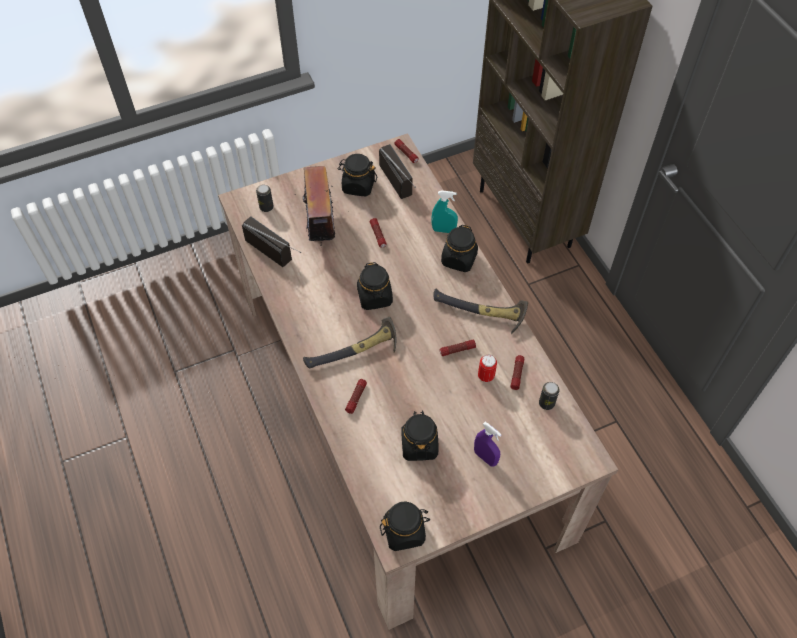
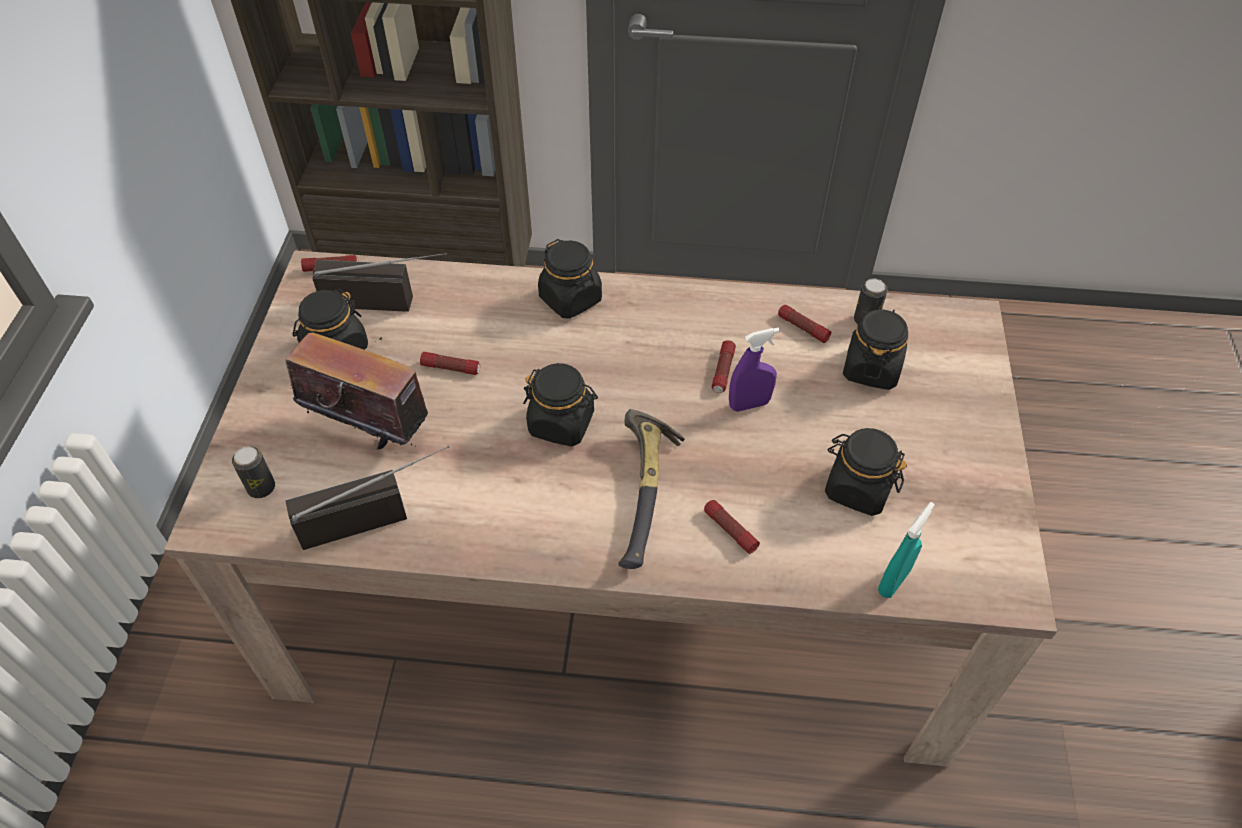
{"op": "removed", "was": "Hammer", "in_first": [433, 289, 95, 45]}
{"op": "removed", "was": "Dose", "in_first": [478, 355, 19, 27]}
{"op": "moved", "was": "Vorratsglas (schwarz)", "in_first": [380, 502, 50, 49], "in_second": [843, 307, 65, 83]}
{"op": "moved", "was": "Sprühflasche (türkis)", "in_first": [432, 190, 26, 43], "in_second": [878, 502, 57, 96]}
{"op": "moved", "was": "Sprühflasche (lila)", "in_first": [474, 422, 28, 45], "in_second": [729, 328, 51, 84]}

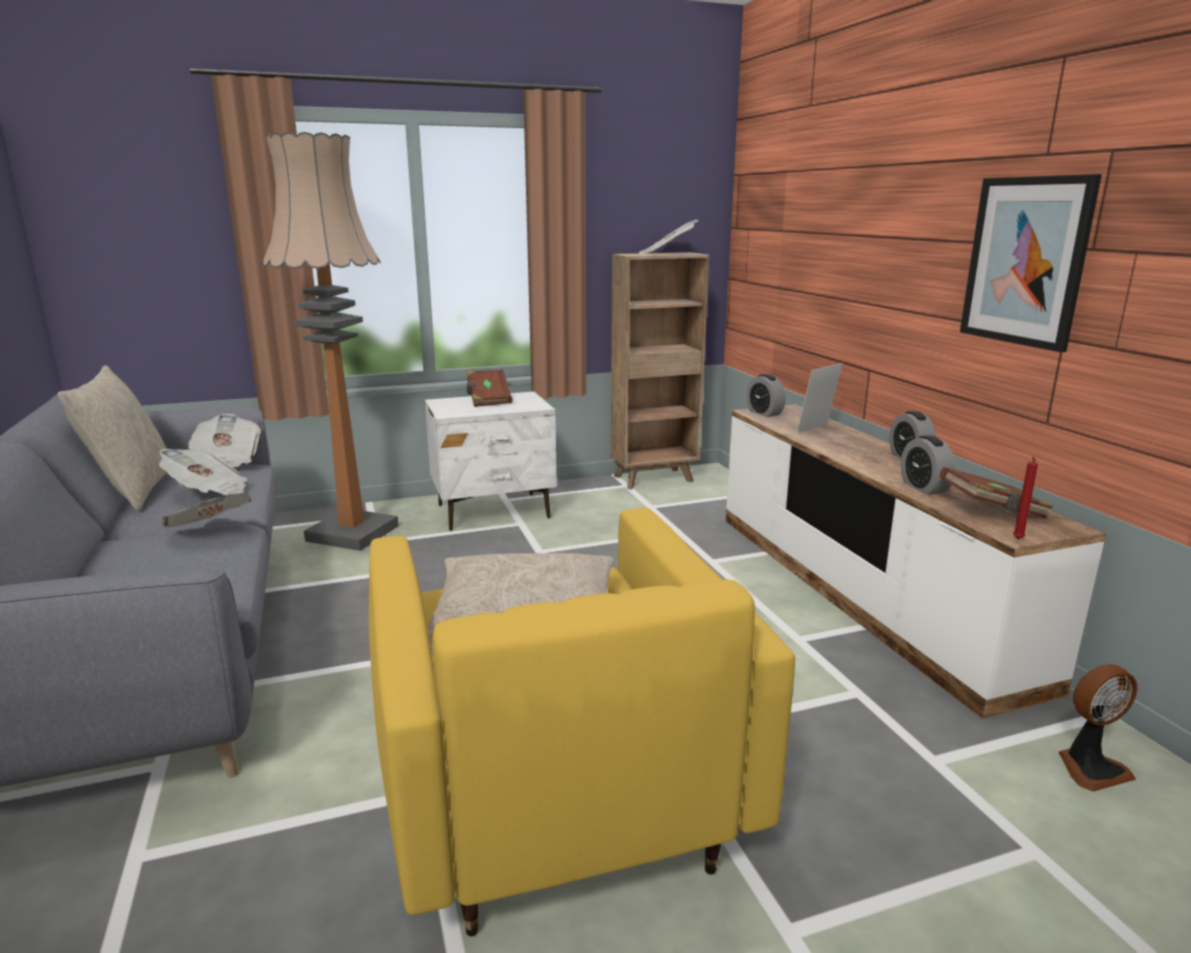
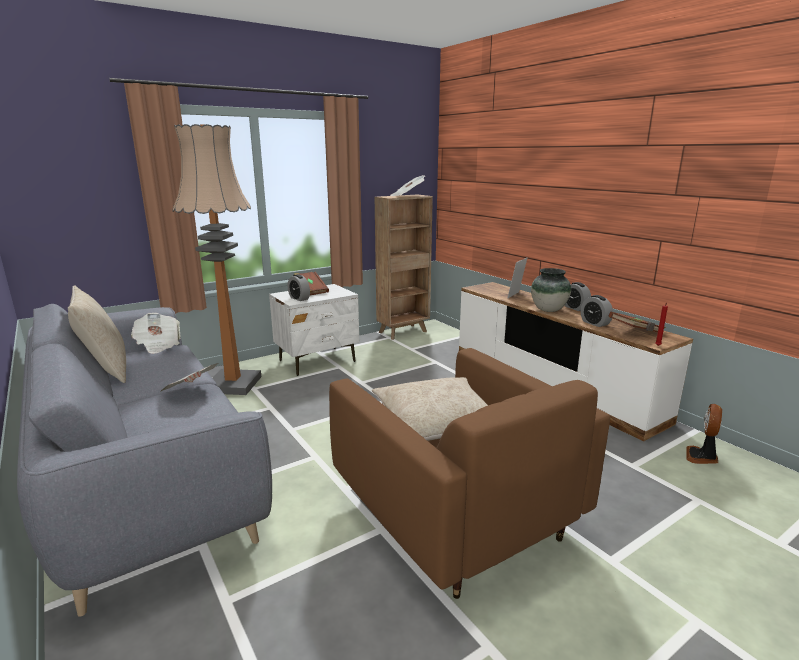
{"op": "removed", "was": "Zeitung", "in_first": [159, 449, 88, 46]}
{"op": "removed", "was": "Bild", "in_first": [960, 174, 142, 178]}
{"op": "added", "now": "Vase", "in_second": [531, 268, 40, 44]}
{"op": "moved", "was": "Wecker", "in_first": [746, 374, 40, 43], "in_second": [288, 274, 22, 27]}
{"op": "recoloured", "was": "Sessel (gelb)", "now": "Sessel (braun)", "in_first": [369, 508, 426, 428], "in_second": [329, 348, 281, 251]}
{"op": "turned", "was": "Ventilator", "in_first": [1058, 664, 79, 128], "in_second": [686, 404, 36, 60], "clockwise": 150}

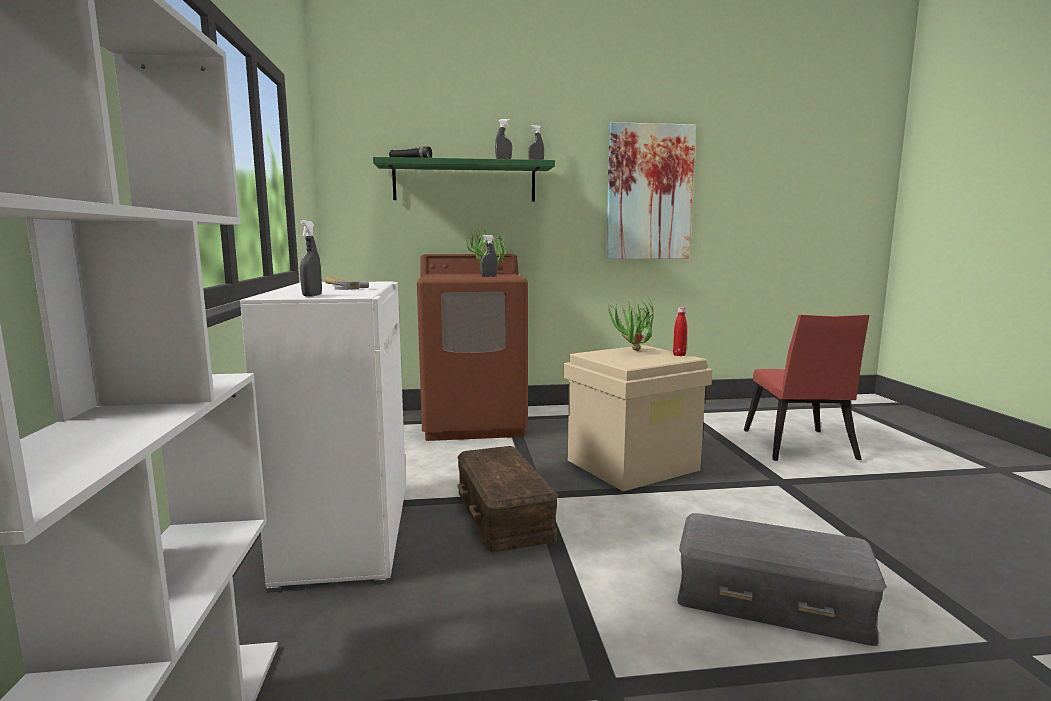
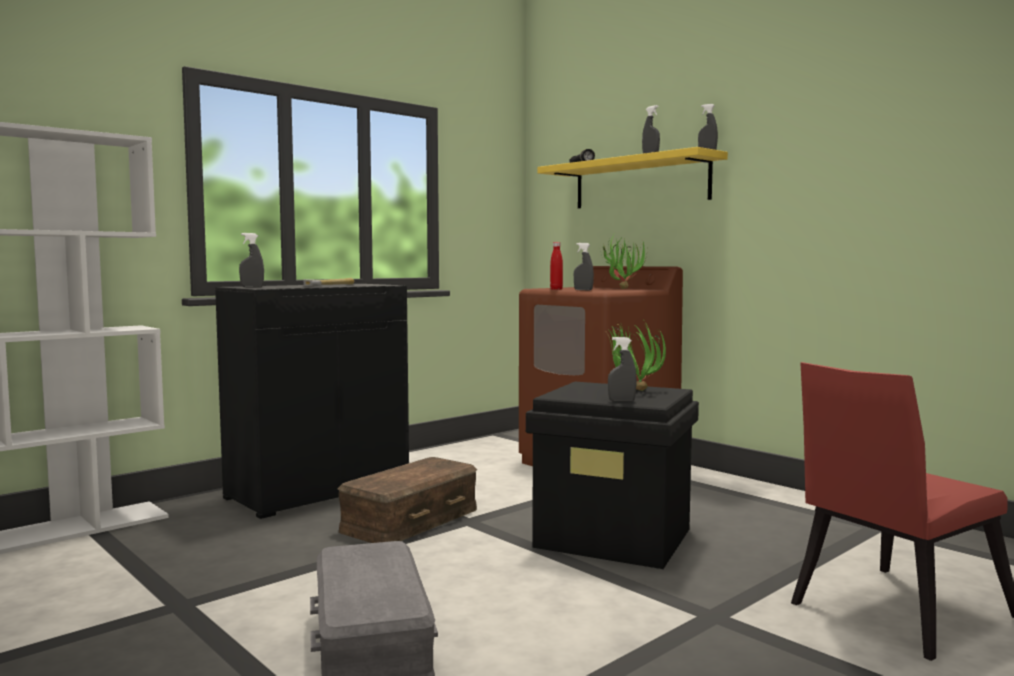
{"op": "removed", "was": "Bild", "in_first": [606, 122, 90, 137]}
{"op": "added", "now": "Sprühflasche (grau)", "in_second": [608, 337, 29, 65]}
{"op": "moved", "was": "Flasche (rot)", "in_first": [673, 307, 14, 49], "in_second": [550, 242, 13, 48]}
{"op": "recoloured", "was": "Schrank (weiß)", "now": "Schrank (schwarz)", "in_first": [240, 281, 166, 312], "in_second": [215, 284, 194, 235]}
{"op": "recoloured", "was": "Wandregal (grün)", "now": "Wandregal (gelb)", "in_first": [373, 157, 182, 44], "in_second": [537, 147, 191, 61]}
{"op": "recoloured", "was": "Aufbewahrungsbox (beige)", "now": "Aufbewahrungsbox (schwarz)", "in_first": [563, 345, 149, 146], "in_second": [526, 382, 173, 187]}

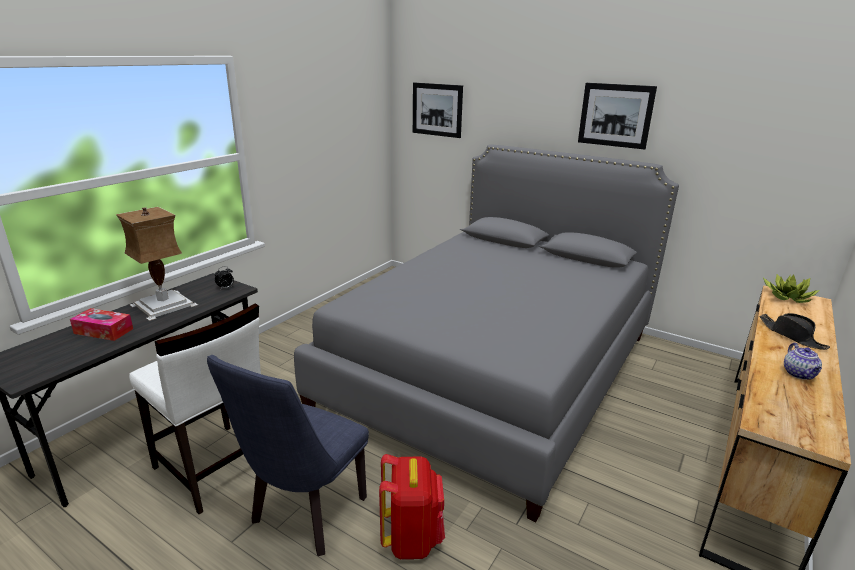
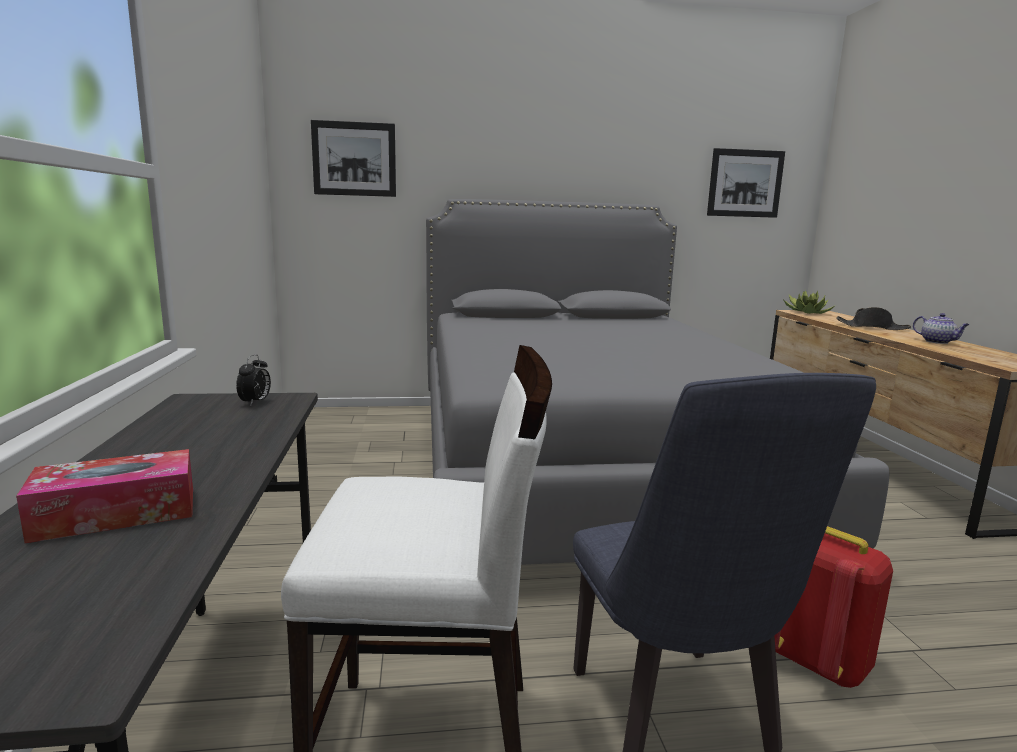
{"op": "removed", "was": "Tischlampe", "in_first": [116, 207, 82, 114]}
{"op": "moved", "was": "Bild", "in_first": [578, 83, 79, 66], "in_second": [707, 148, 78, 70]}

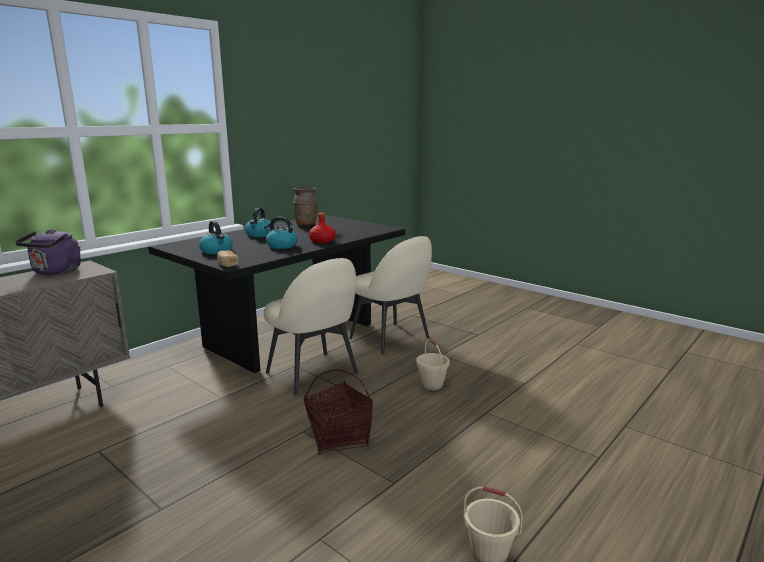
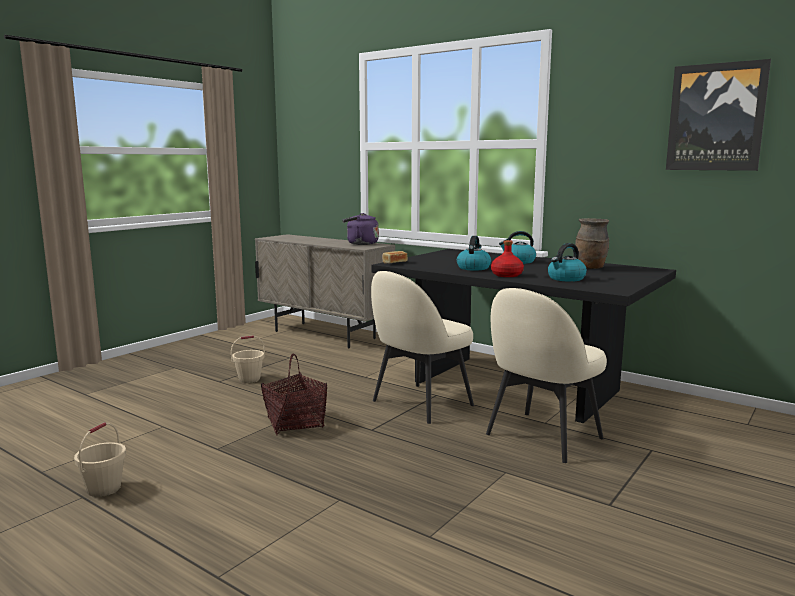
{"op": "added", "now": "Bild", "in_second": [666, 59, 105, 112]}
{"op": "moved", "was": "Wasserkessel", "in_first": [199, 221, 34, 33], "in_second": [548, 243, 39, 39]}
{"op": "moved", "was": "Eimer (beige)", "in_first": [416, 339, 34, 51], "in_second": [231, 335, 34, 48]}

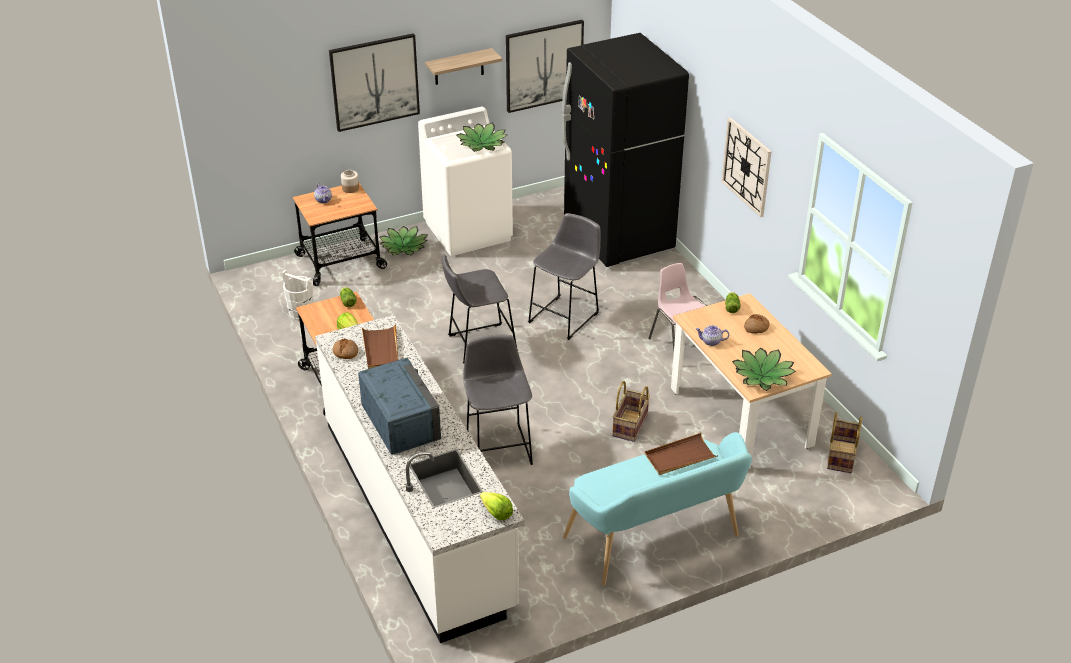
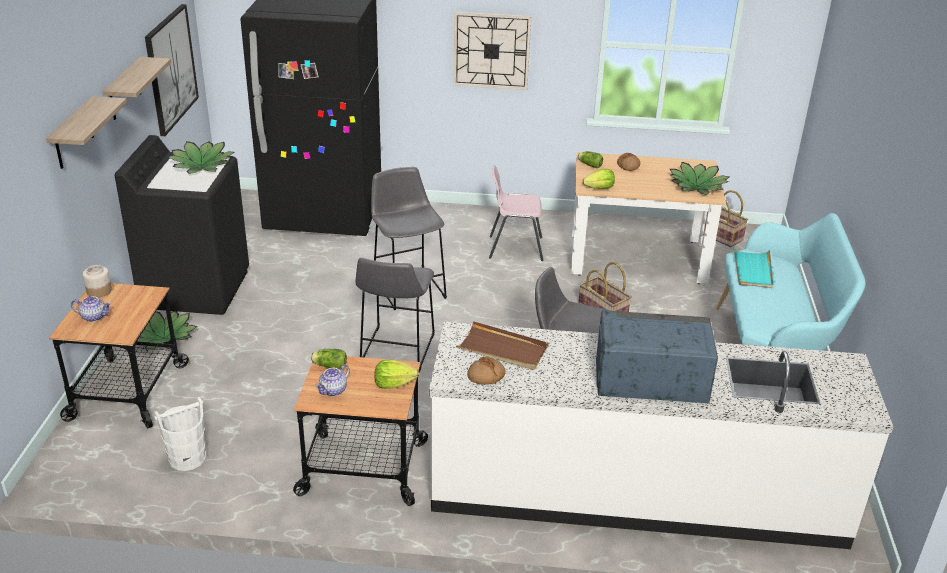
{"op": "moved", "was": "Salatkopf", "in_first": [480, 492, 33, 28], "in_second": [582, 169, 33, 20]}
{"op": "moved", "was": "Teekanne", "in_first": [696, 325, 33, 21], "in_second": [315, 364, 35, 32]}
{"op": "replaced", "was": "Bild", "now": "Wandregal", "in_first": [329, 33, 91, 99], "in_second": [46, 96, 81, 73]}
{"op": "recoloured", "was": "Waschmaschine (weiß)", "now": "Waschmaschine (schwarz)", "in_first": [418, 107, 95, 149], "in_second": [115, 135, 134, 180]}
{"op": "recoloured", "was": "Tablett (braun)", "now": "Tablett (türkis)", "in_first": [644, 433, 74, 42], "in_second": [733, 246, 40, 42]}

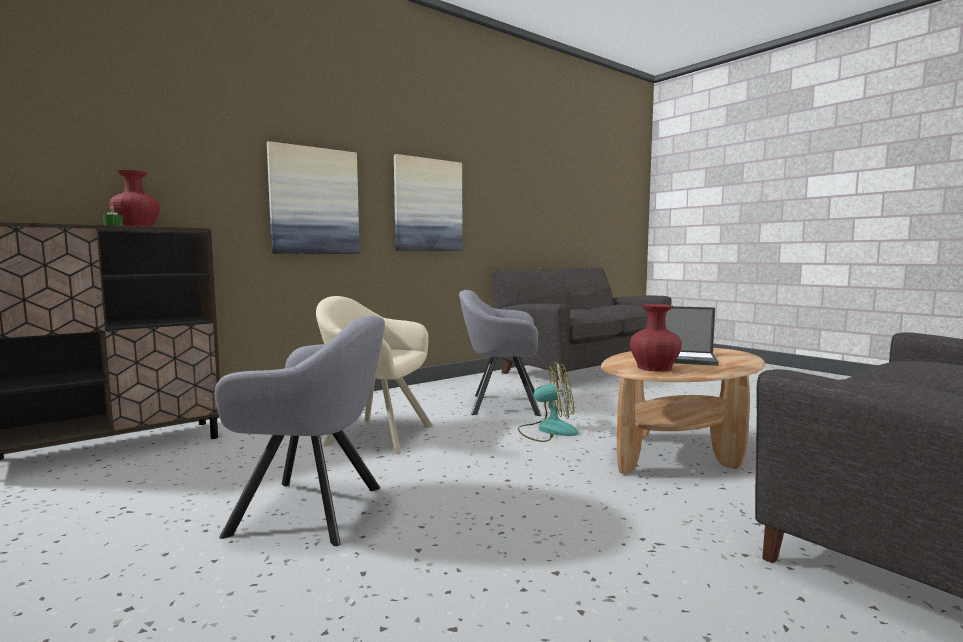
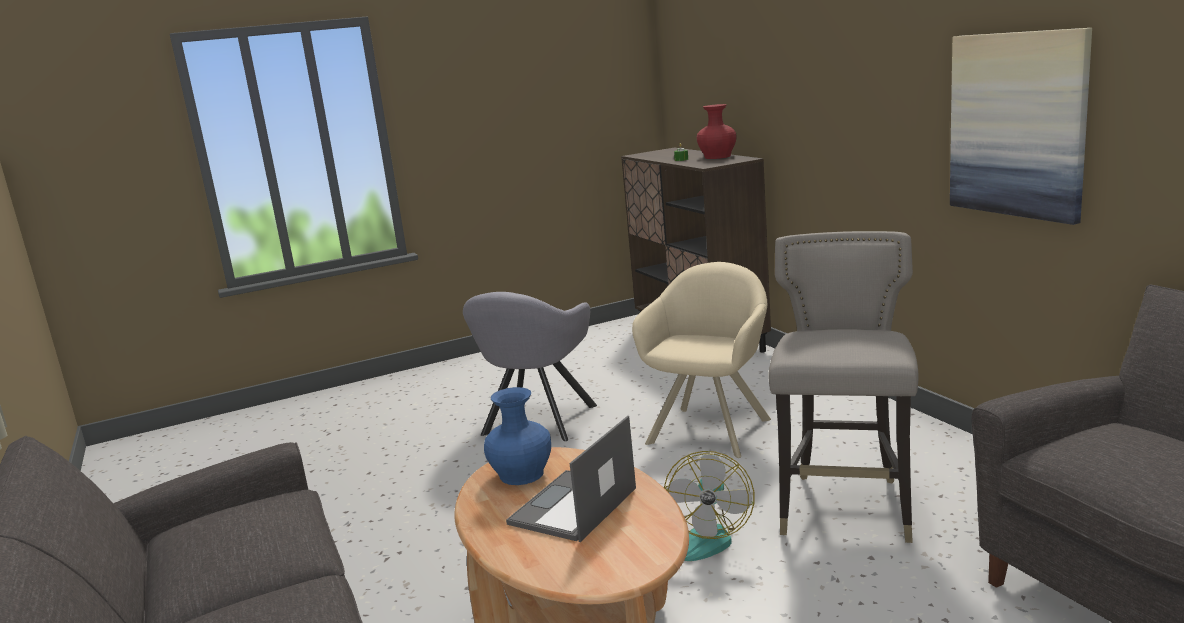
{"op": "removed", "was": "Bild", "in_first": [267, 141, 93, 113]}
{"op": "replaced", "was": "Sessel (grau)", "now": "Hocker (grau)", "in_first": [459, 290, 83, 126], "in_second": [769, 231, 150, 312]}
{"op": "recoloured", "was": "Vase (rot)", "now": "Vase (blau)", "in_first": [630, 304, 52, 68], "in_second": [484, 387, 67, 98]}

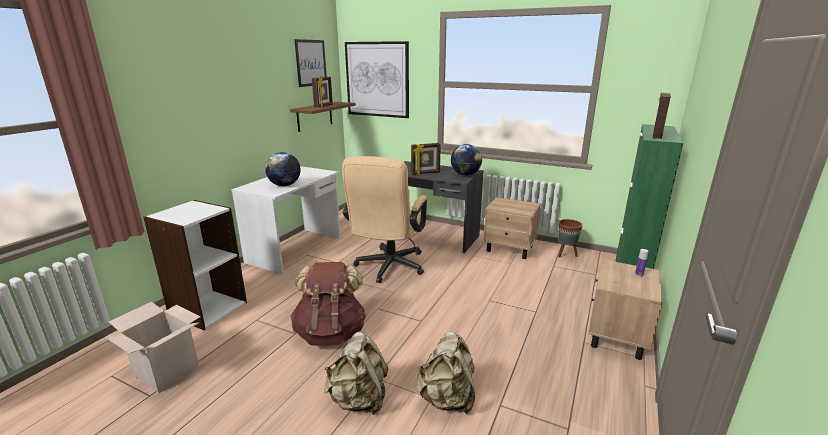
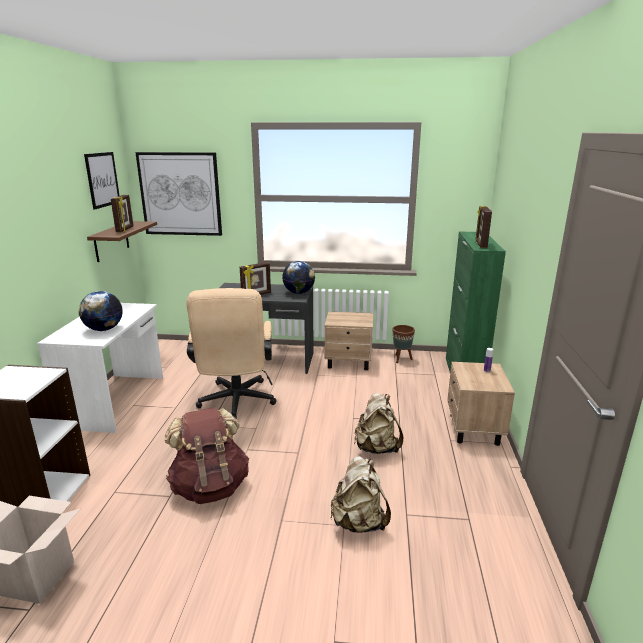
{"op": "moved", "was": "Rucksack (beige)", "in_first": [324, 332, 64, 83], "in_second": [354, 393, 49, 61]}

